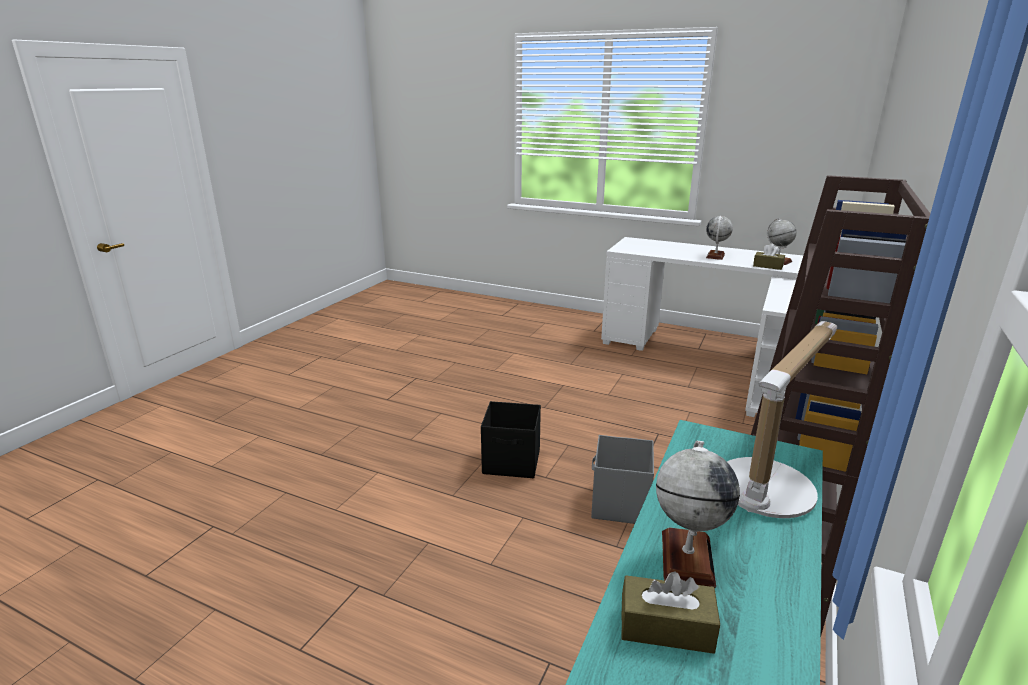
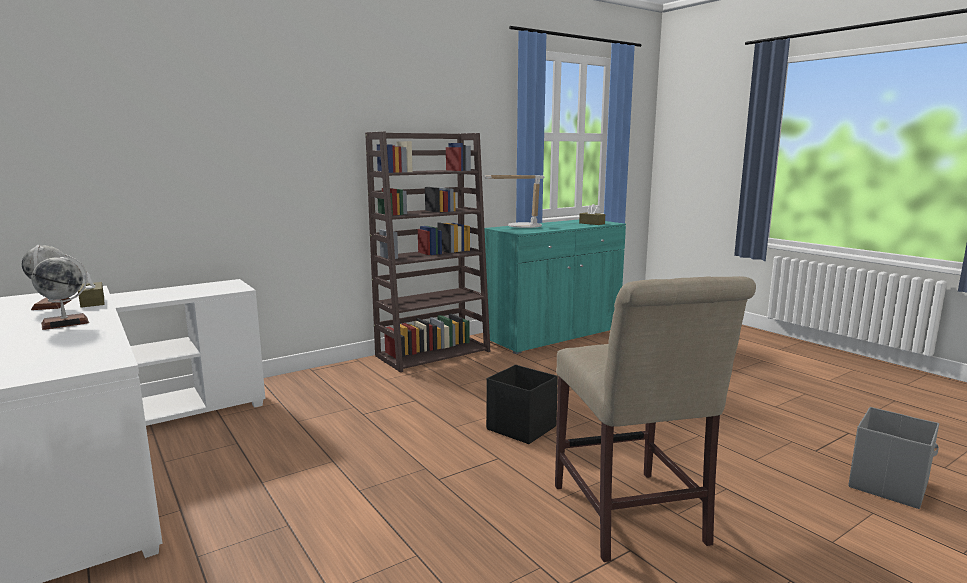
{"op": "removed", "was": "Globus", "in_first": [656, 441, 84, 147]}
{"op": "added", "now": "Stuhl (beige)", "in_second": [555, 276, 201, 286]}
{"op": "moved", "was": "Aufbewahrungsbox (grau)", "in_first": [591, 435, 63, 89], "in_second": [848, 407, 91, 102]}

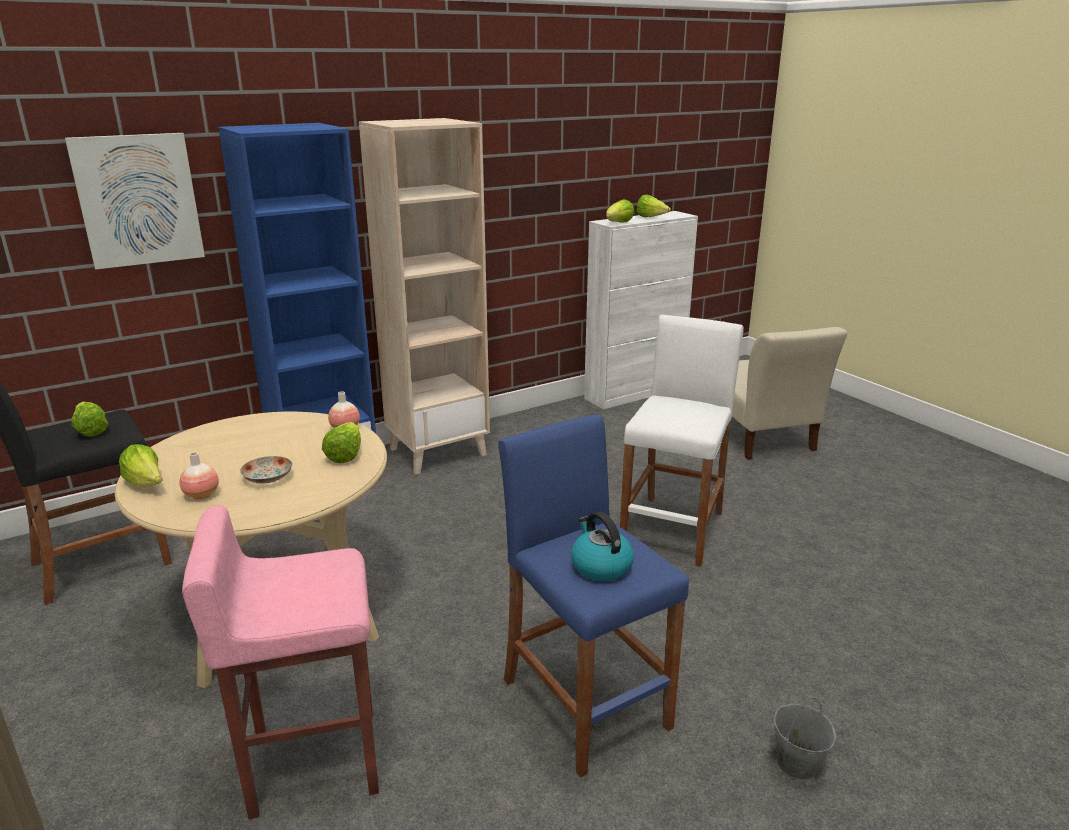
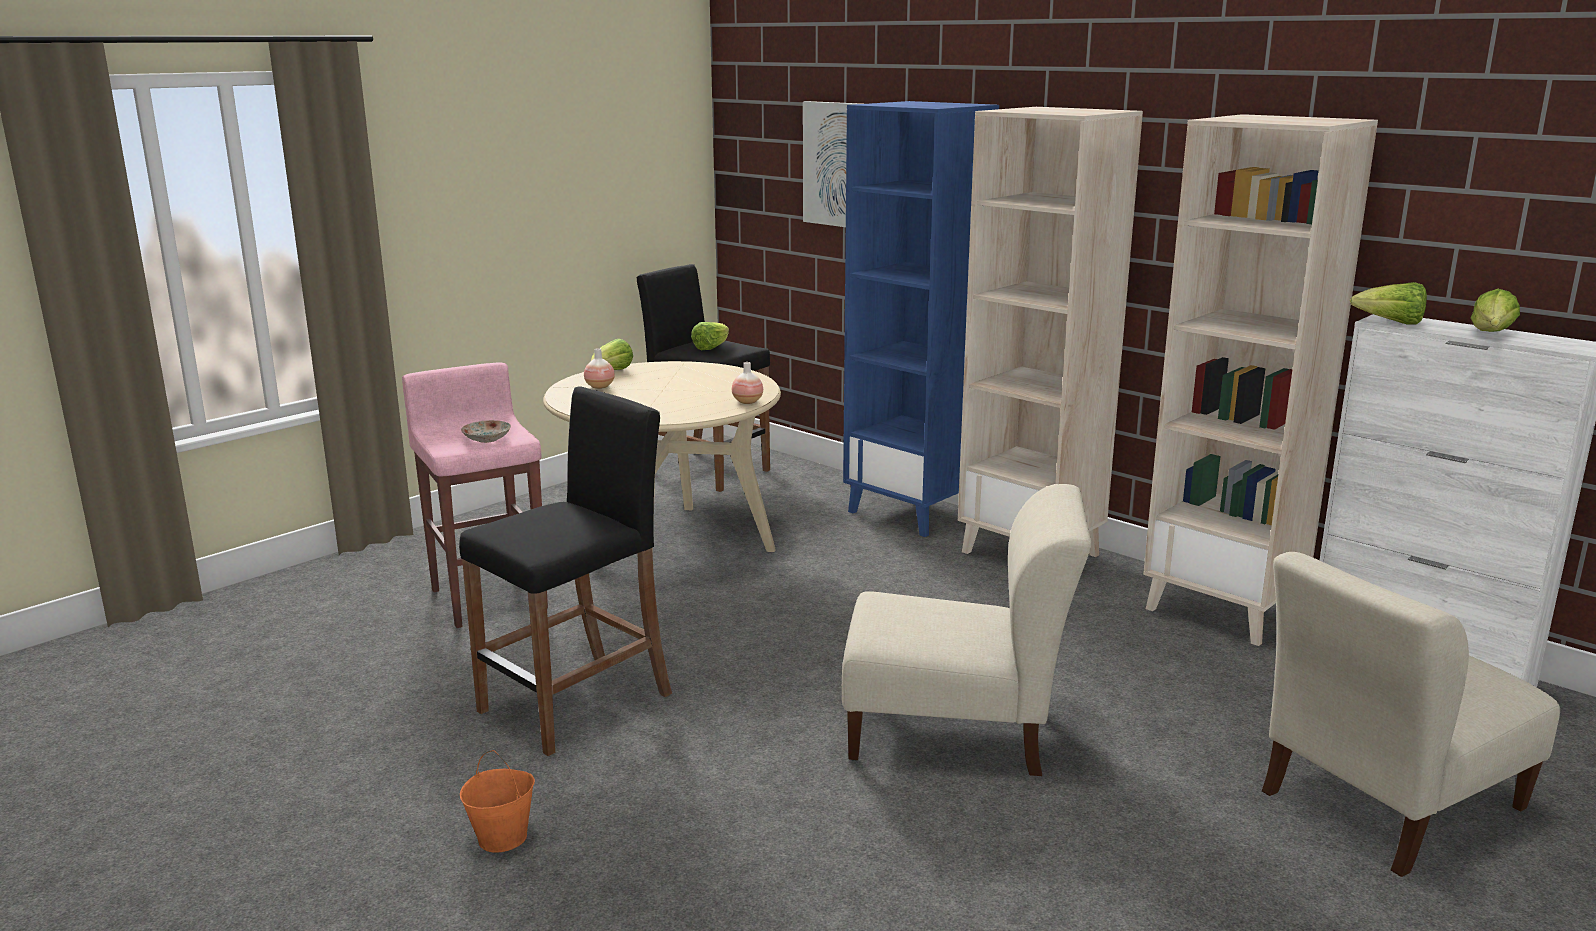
{"op": "removed", "was": "Salatkopf", "in_first": [322, 422, 39, 41]}
{"op": "removed", "was": "Wasserkessel", "in_first": [571, 511, 63, 70]}
{"op": "added", "now": "Bücherregal (beige)", "in_second": [1143, 114, 235, 532]}
{"op": "moved", "was": "Teller", "in_first": [240, 456, 53, 27], "in_second": [461, 420, 50, 23]}
{"op": "replaced", "was": "Hocker (weiß)", "now": "Stuhl (beige)", "in_first": [620, 315, 124, 252], "in_second": [842, 484, 249, 292]}
{"op": "recoloured", "was": "Hocker (blau)", "now": "Hocker (schwarz)", "in_first": [498, 414, 191, 364], "in_second": [459, 386, 213, 370]}
{"op": "recoloured", "was": "Eimer (grau)", "now": "Eimer (orange)", "in_first": [774, 698, 62, 82], "in_second": [460, 750, 75, 103]}

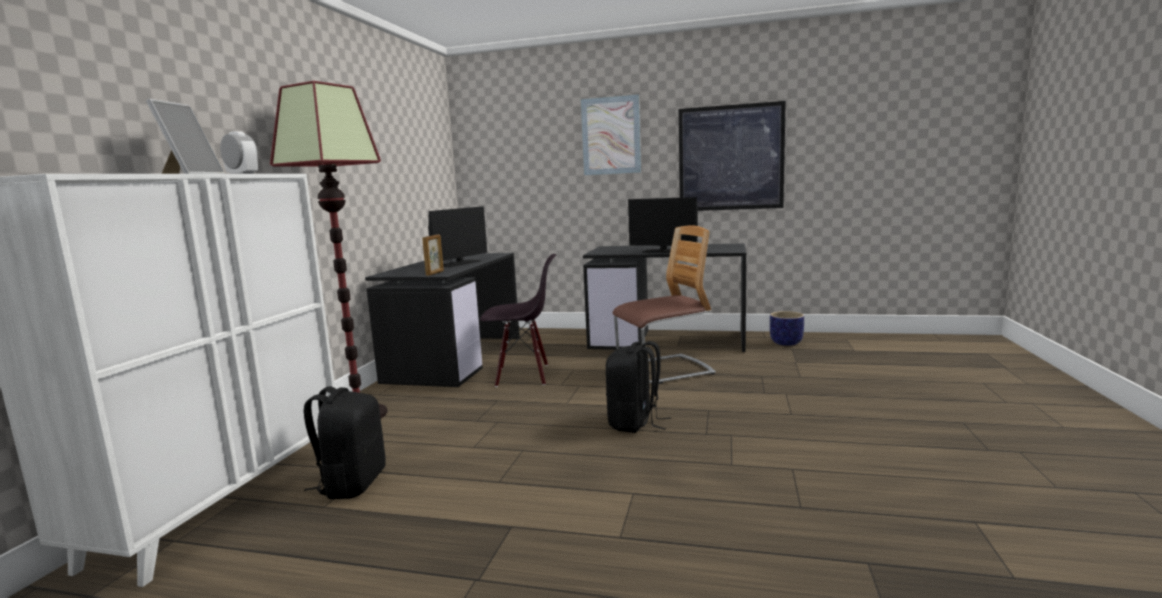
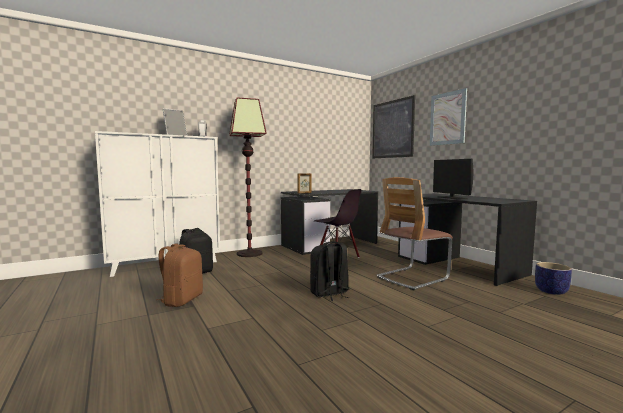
{"op": "removed", "was": "Monitor", "in_first": [428, 206, 59, 61]}
{"op": "added", "now": "Rucksack (braun)", "in_second": [156, 244, 47, 63]}
{"op": "moved", "was": "Bild", "in_first": [679, 101, 107, 110], "in_second": [372, 95, 43, 63]}
{"op": "turned", "was": "Stuhl", "in_first": [613, 225, 103, 159], "in_second": [376, 177, 77, 113], "clockwise": 120}

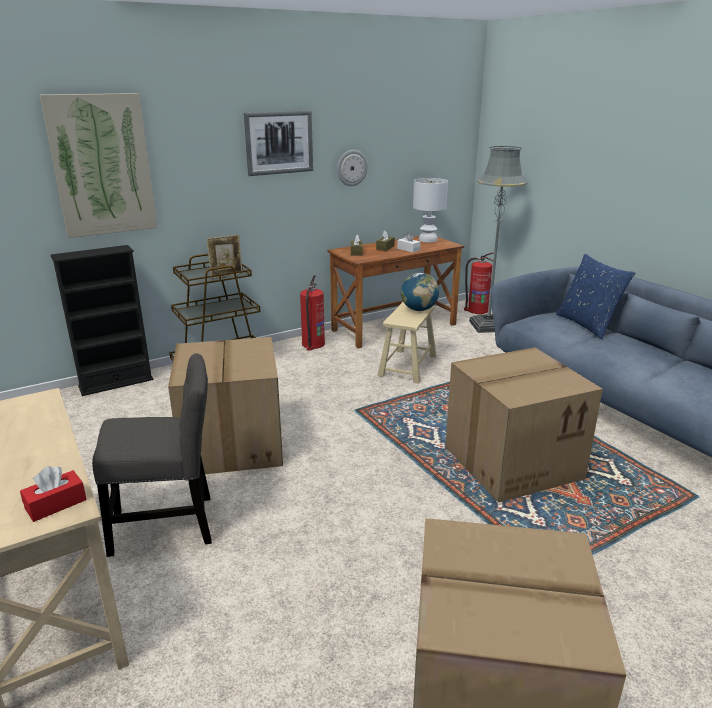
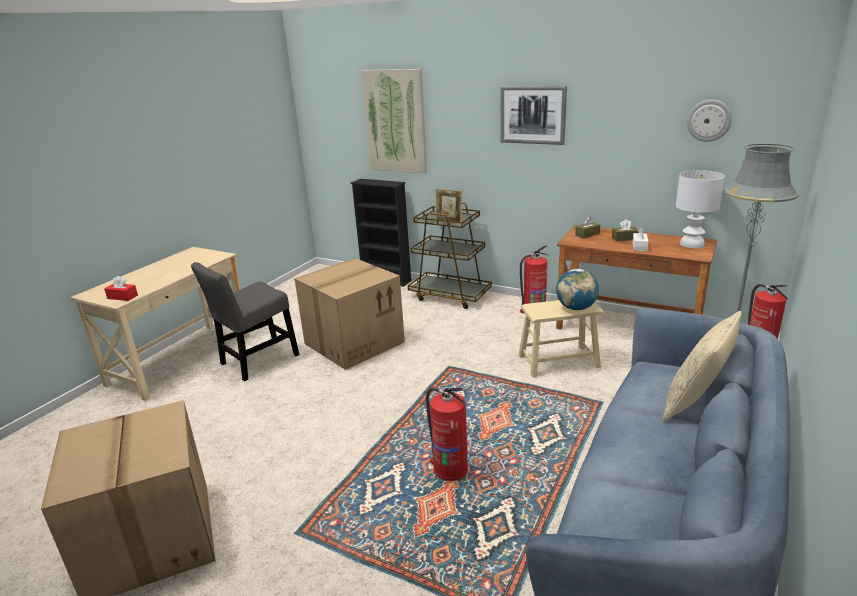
{"op": "moved", "was": "Wanduhr", "in_first": [337, 150, 31, 36], "in_second": [687, 99, 45, 43]}
{"op": "replaced", "was": "Karton", "now": "Feuerlöscher", "in_first": [445, 347, 158, 156], "in_second": [426, 387, 42, 94]}
{"op": "recoloured", "was": "Kissen (blau)", "now": "Kissen (beige)", "in_first": [556, 254, 79, 86], "in_second": [663, 311, 78, 110]}
{"op": "turned", "was": "Stuhl (grau)", "in_first": [92, 353, 120, 204], "in_second": [191, 262, 108, 119], "clockwise": 90}

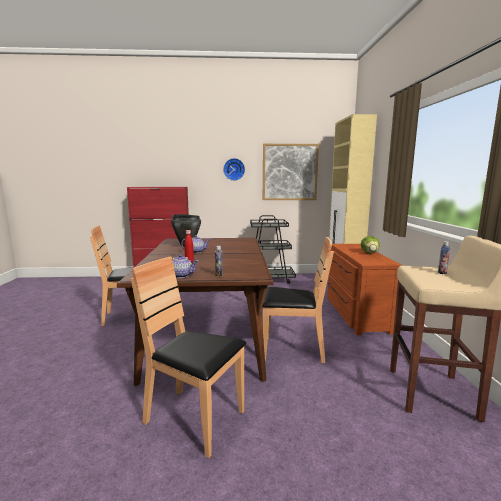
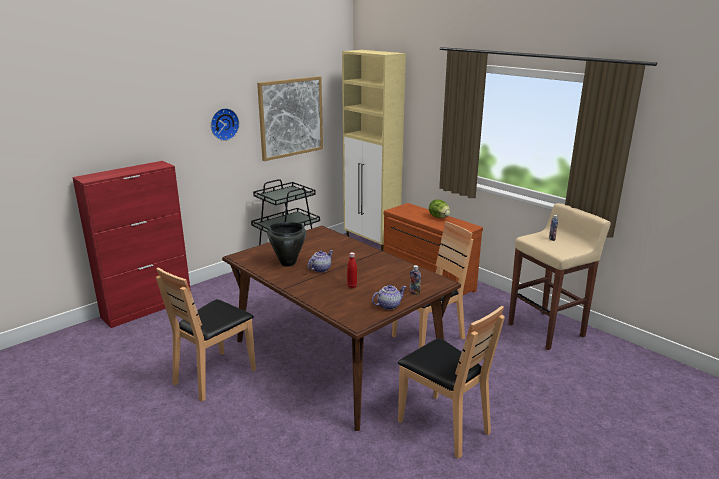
{"op": "turned", "was": "Stuhl (braun)", "in_first": [131, 256, 115, 202], "in_second": [398, 306, 107, 153], "clockwise": -120}

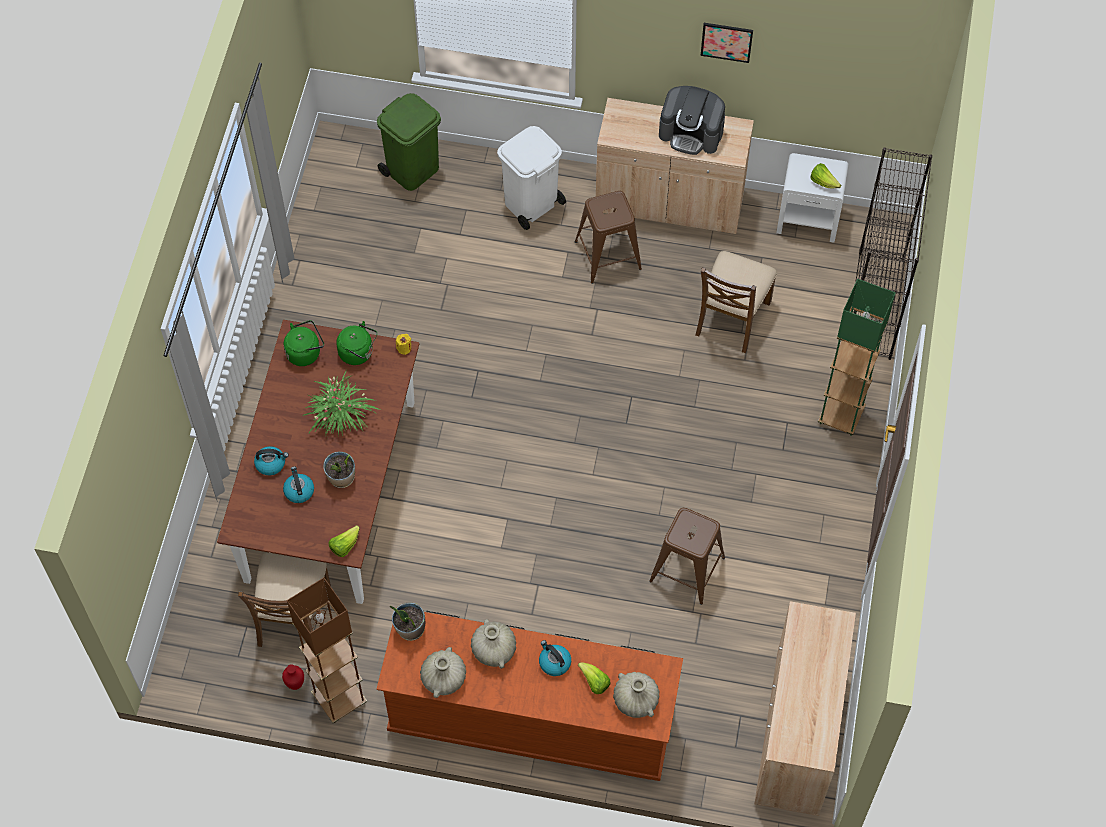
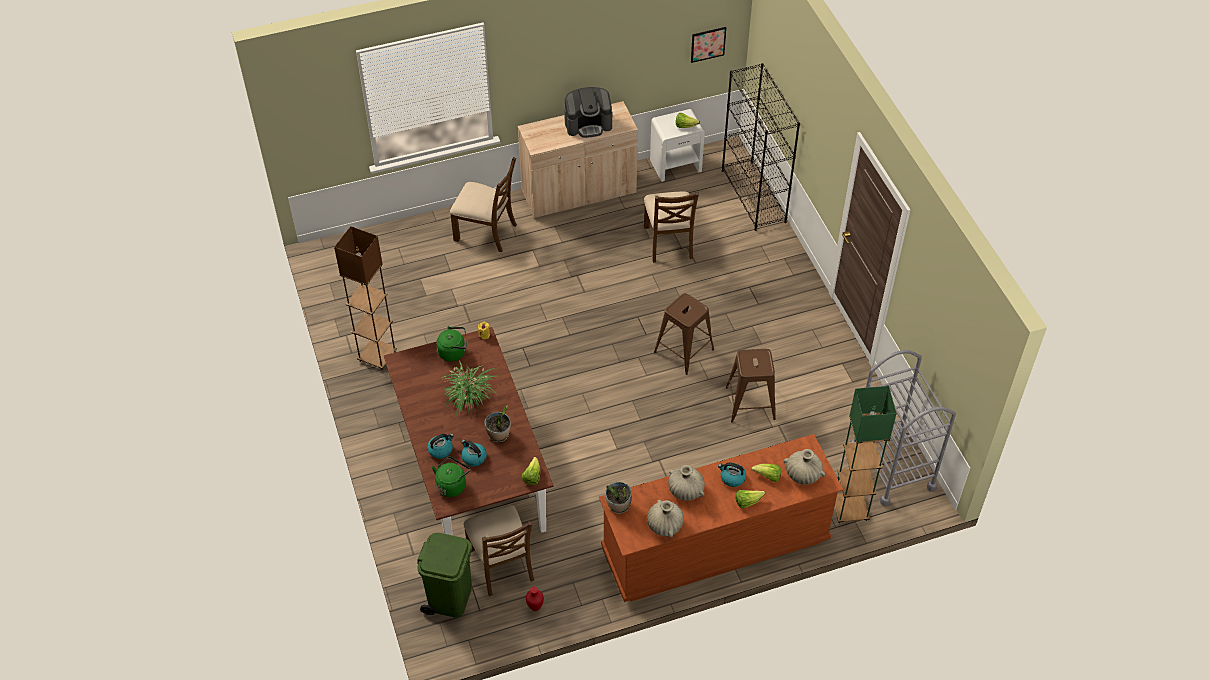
{"op": "added", "now": "Salatkopf", "in_second": [735, 490, 30, 18]}
{"op": "moved", "was": "Wasserkessel (grün)", "in_first": [284, 320, 40, 46], "in_second": [432, 456, 38, 41]}
{"op": "moved", "was": "Stehlampe (braun)", "in_first": [287, 578, 80, 145], "in_second": [334, 226, 63, 144]}
{"op": "moved", "was": "Mülleimer (grün)", "in_first": [377, 93, 64, 98], "in_second": [417, 533, 55, 85]}
{"op": "moved", "was": "Hocker (braun)", "in_first": [575, 191, 67, 93], "in_second": [654, 293, 60, 82]}
{"op": "moved", "was": "Bild", "in_first": [700, 23, 53, 40], "in_second": [691, 27, 35, 36]}
{"op": "moved", "was": "Stehlampe (grün)", "in_first": [818, 279, 78, 157], "in_second": [835, 386, 62, 138]}
{"op": "replaced", "was": "Mülleimer (weiß)", "now": "Stuhl (braun)", "in_first": [497, 126, 69, 104], "in_second": [450, 157, 67, 95]}
{"op": "replaced", "was": "Schrank (beige)", "now": "Rollwagen (grau)", "in_first": [754, 601, 102, 215], "in_second": [851, 350, 105, 156]}

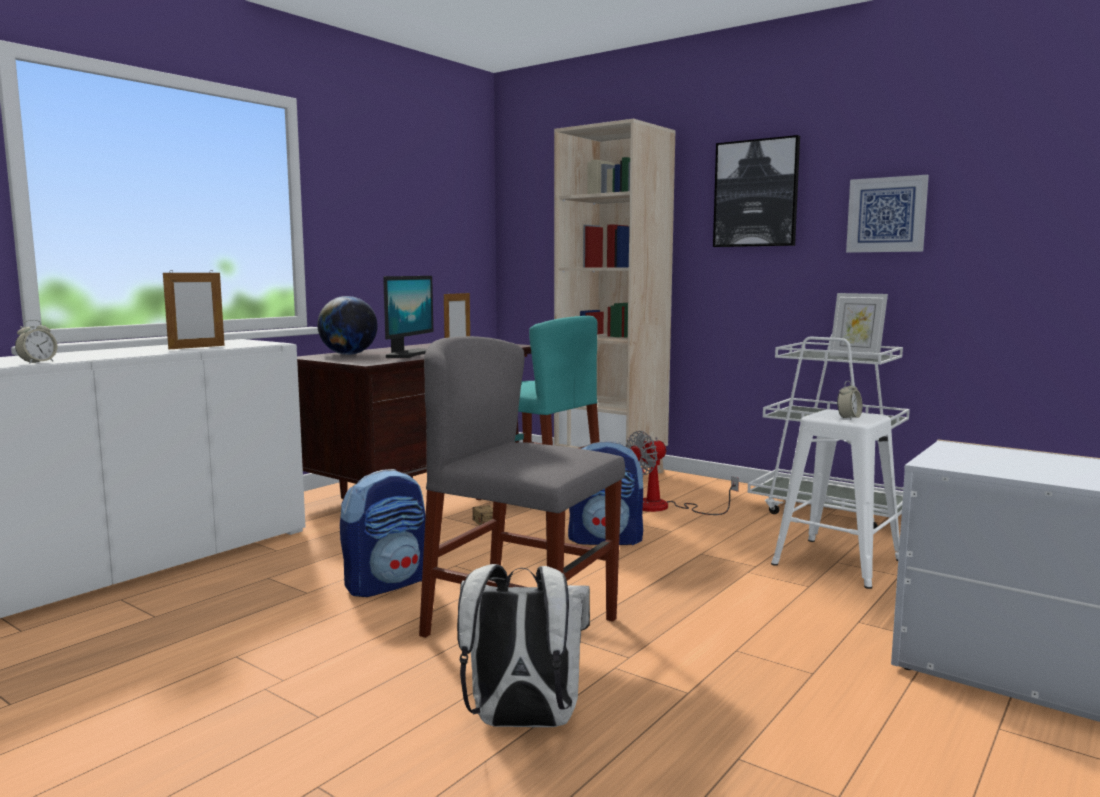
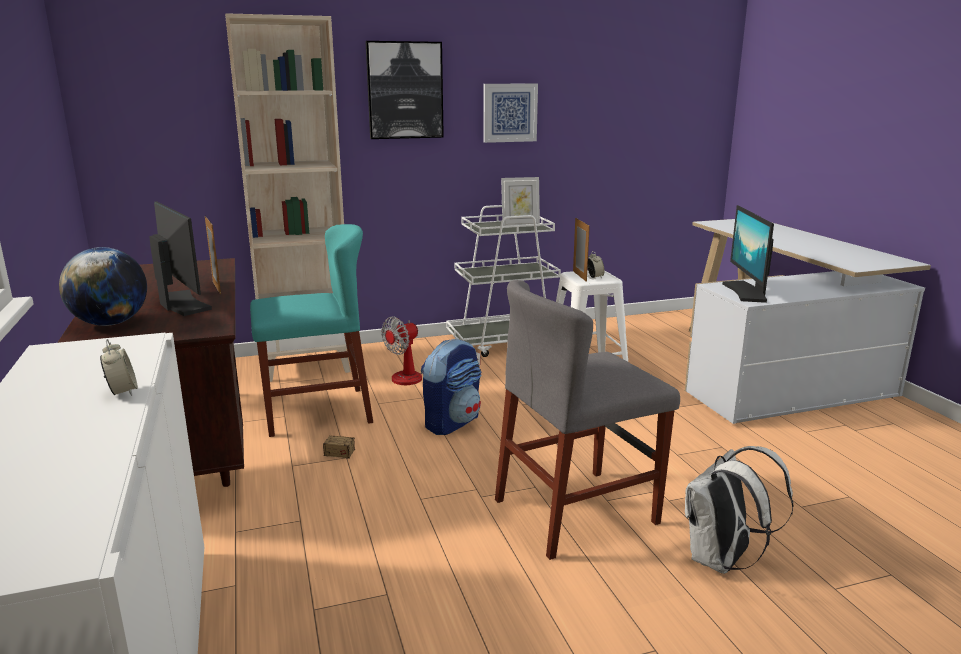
{"op": "removed", "was": "Rucksack", "in_first": [340, 469, 86, 128]}
{"op": "added", "now": "Monitor", "in_second": [722, 205, 52, 98]}
{"op": "moved", "was": "Wecker", "in_first": [15, 320, 43, 44], "in_second": [100, 339, 38, 57]}
{"op": "moved", "was": "Bilderrahmen", "in_first": [163, 270, 62, 79], "in_second": [573, 217, 17, 65]}
{"op": "turned", "was": "Ventilator", "in_first": [626, 431, 113, 84], "in_second": [381, 317, 99, 68], "clockwise": 45}

